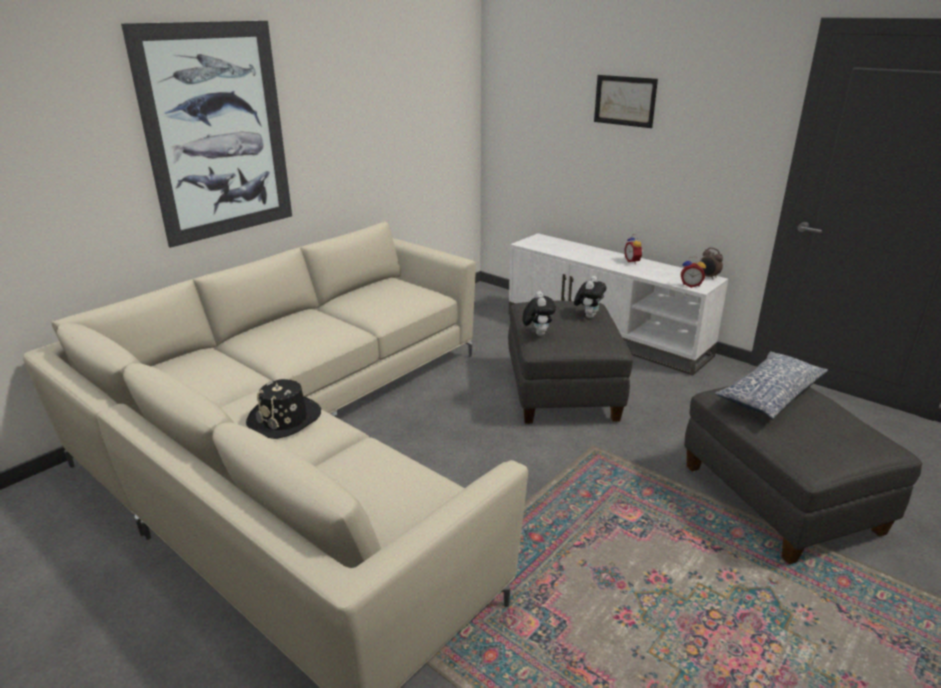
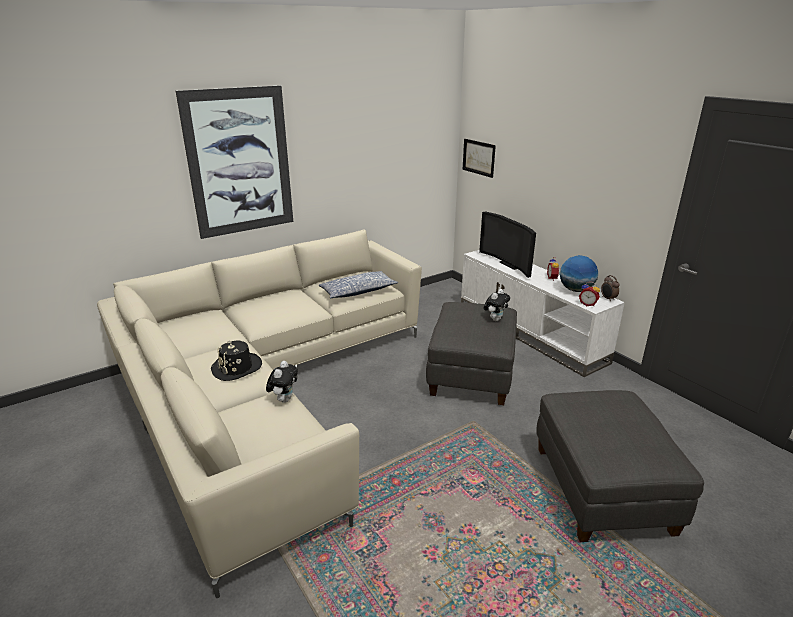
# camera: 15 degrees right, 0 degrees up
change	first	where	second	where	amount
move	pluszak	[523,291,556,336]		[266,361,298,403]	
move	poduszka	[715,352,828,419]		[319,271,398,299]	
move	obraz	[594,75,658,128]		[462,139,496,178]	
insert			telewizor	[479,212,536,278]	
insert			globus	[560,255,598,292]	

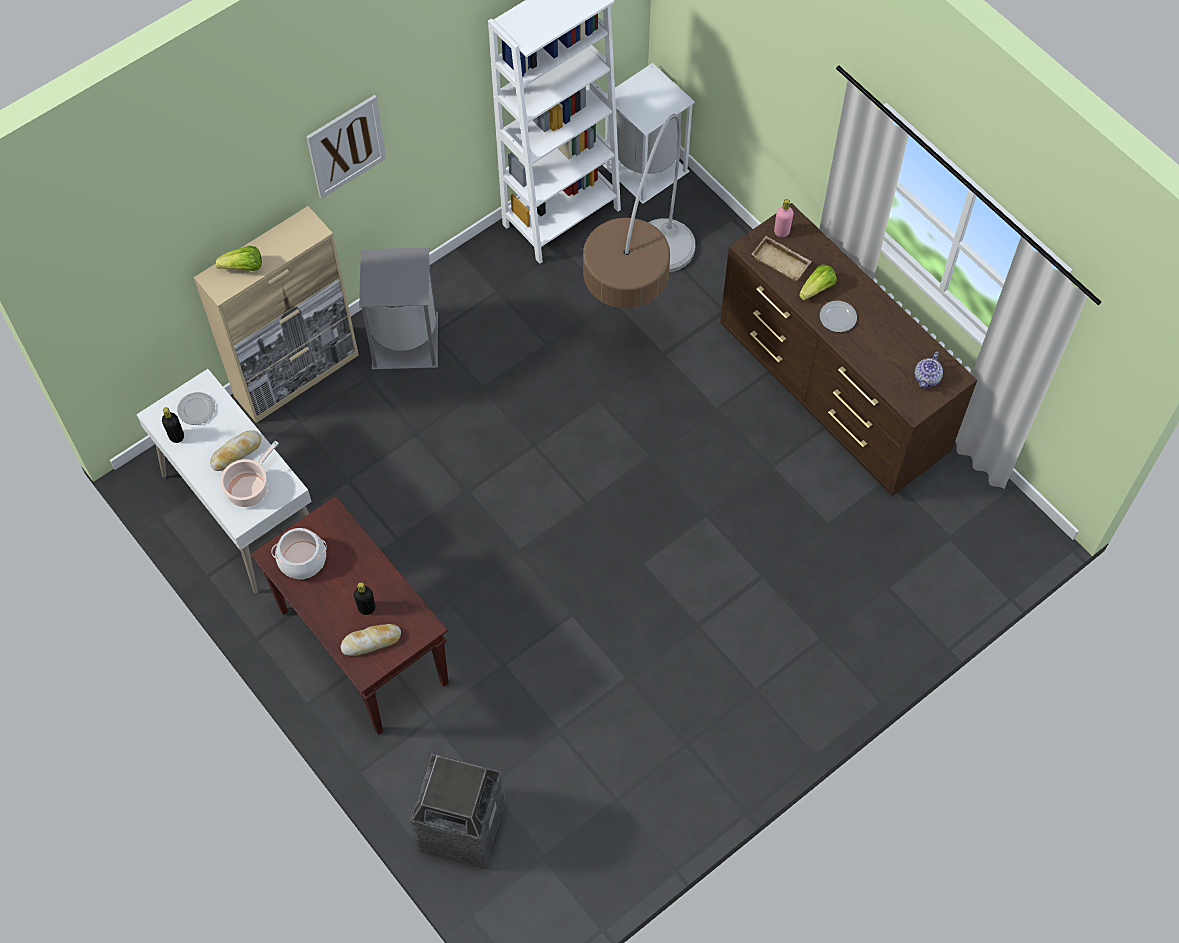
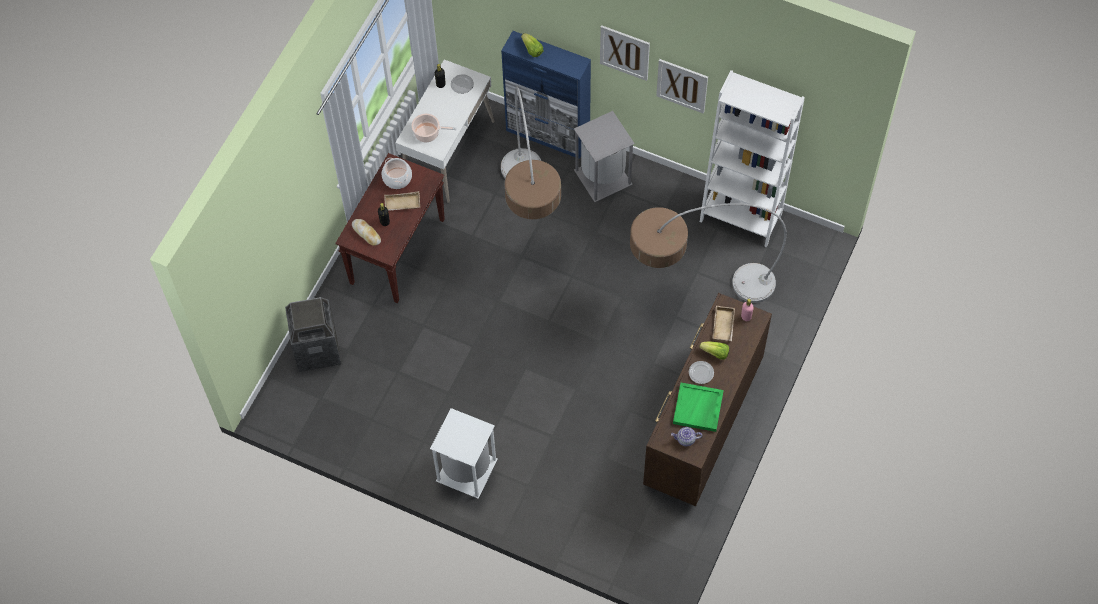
# camera: 65 degrees right, 0 degrees up
change	first	where	second	where	amount
insert			taca (beżowy)	[384,191,420,211]	
move	kosz na śmieci (biały)	[603,63,695,204]		[430,408,498,499]	
recolor	szafka (beżowy)	[194,206,359,423]	szafka (niebieski)	[501,31,591,159]	
insert			lampa stojąca	[501,86,561,219]	
insert			obraz	[656,59,708,114]	
insert			taca (zielony)	[673,383,724,432]	
delete	chleb	[210,430,261,471]			

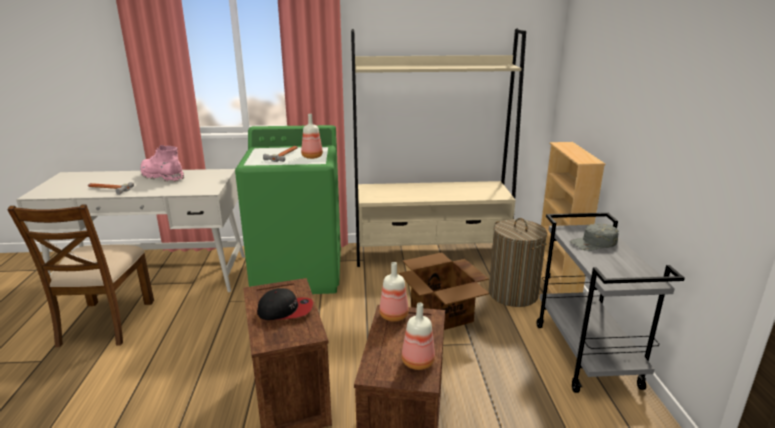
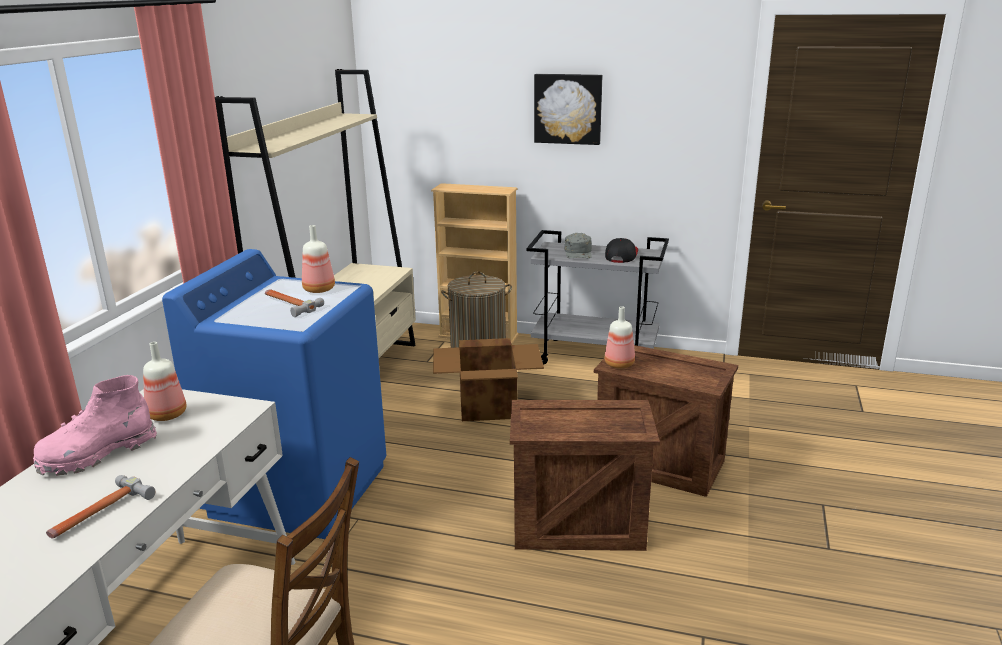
# camera: 70 degrees left, 0 degrees up
change	first	where	second	where	amount
move	butelka	[401,303,435,370]		[143,342,186,421]	
recolor	pralka (zielony)	[235,125,341,294]	pralka (niebieski)	[162,249,386,539]	
insert			obraz	[534,74,602,145]	
move	czapka z daszkiem	[257,288,313,320]		[605,238,638,263]	

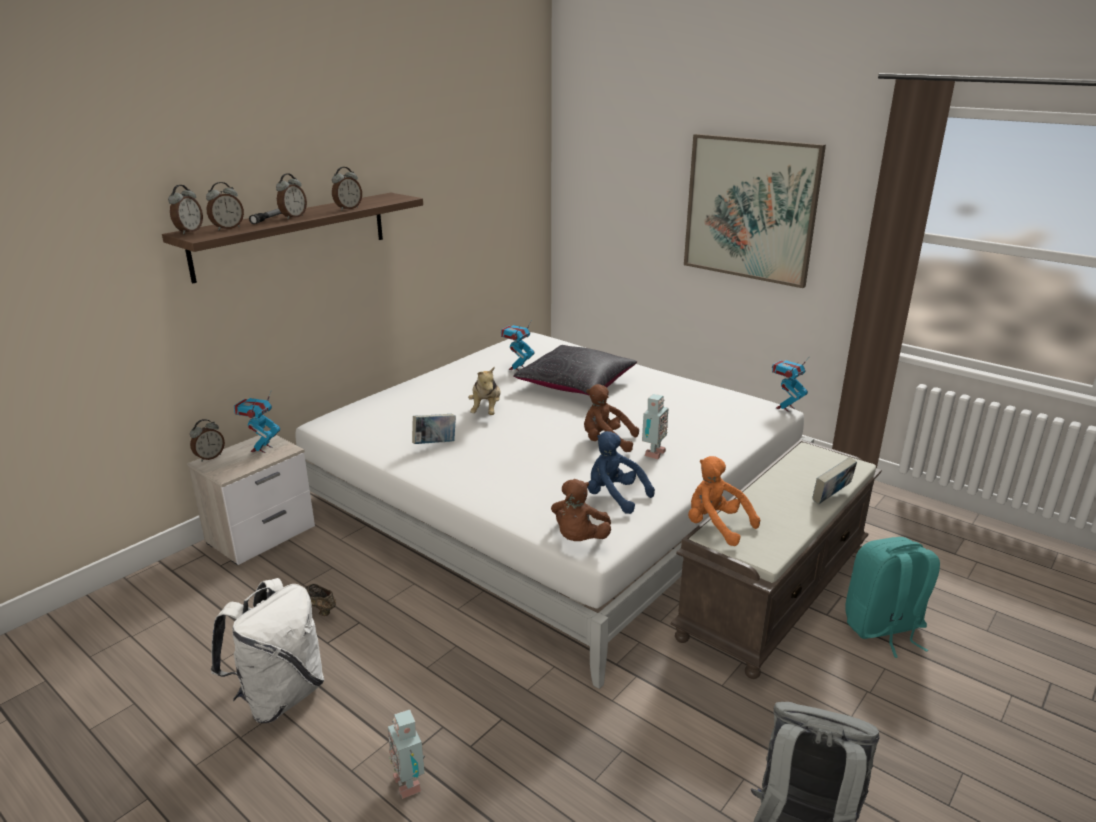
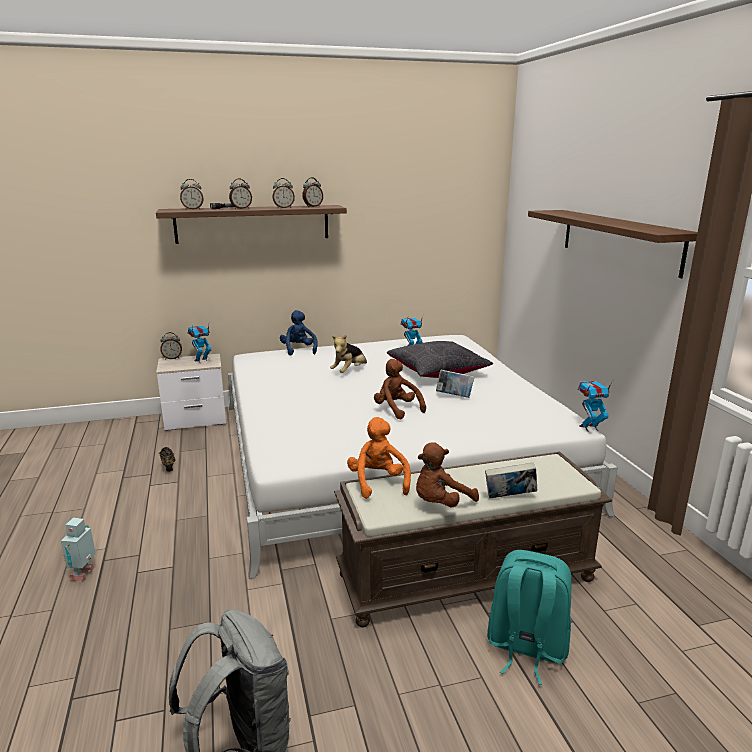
# camera: 35 degrees right, 5 degrees down
change	first	where	second	where	amount
move	pluszak (niebieski)	[587,431,655,514]		[280,310,318,356]	
move	budzik	[168,185,203,234]		[302,178,323,207]	
move	pluszak (brązowy)	[551,479,611,541]		[416,442,479,507]	
move	książka	[412,414,456,444]		[436,370,474,398]	
replace	obraz	[684,134,826,288]	półka	[528,210,698,278]	
delete	plecak (biały)	[211,578,324,723]			
delete	robot zabawkowy	[642,394,668,459]			

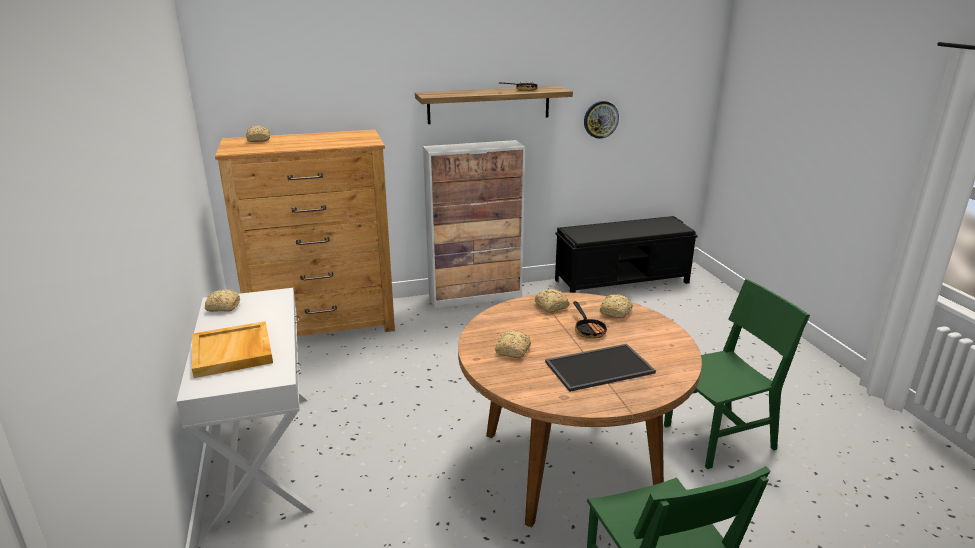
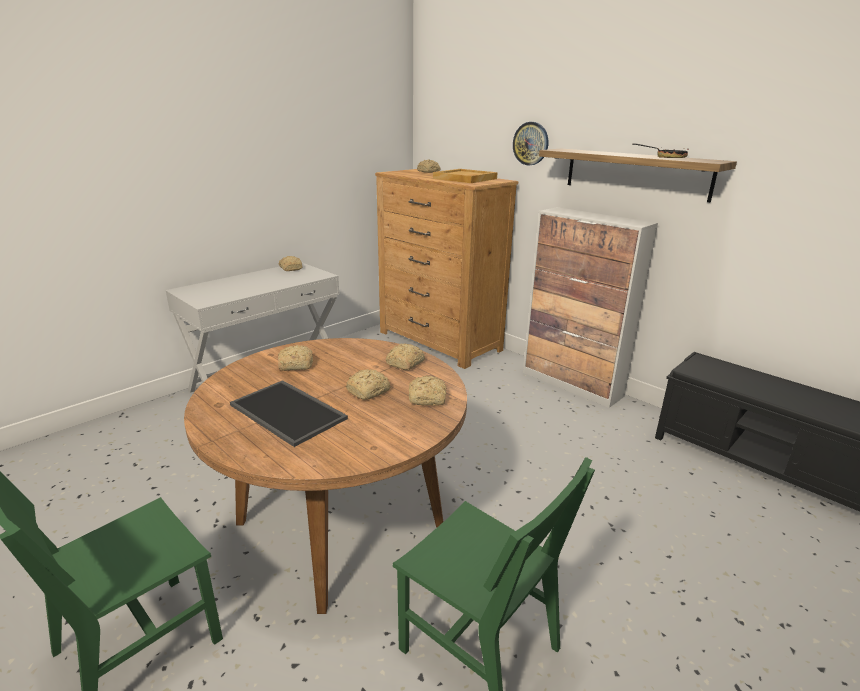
# camera: 60 degrees right, 0 degrees up
change	first	where	second	where	amount
replace	patelnia	[573,301,609,338]	chleb	[346,369,390,400]	
move	taca (beżowy)	[192,321,273,378]		[433,169,497,183]	
move	zegar ścienny	[584,101,619,139]		[513,122,548,166]	

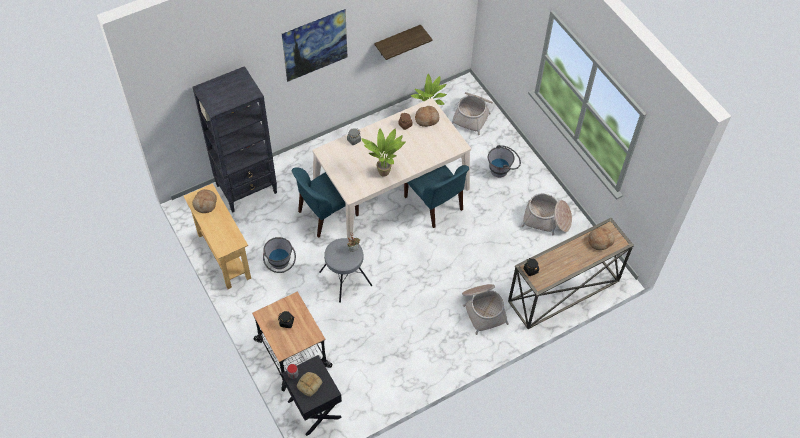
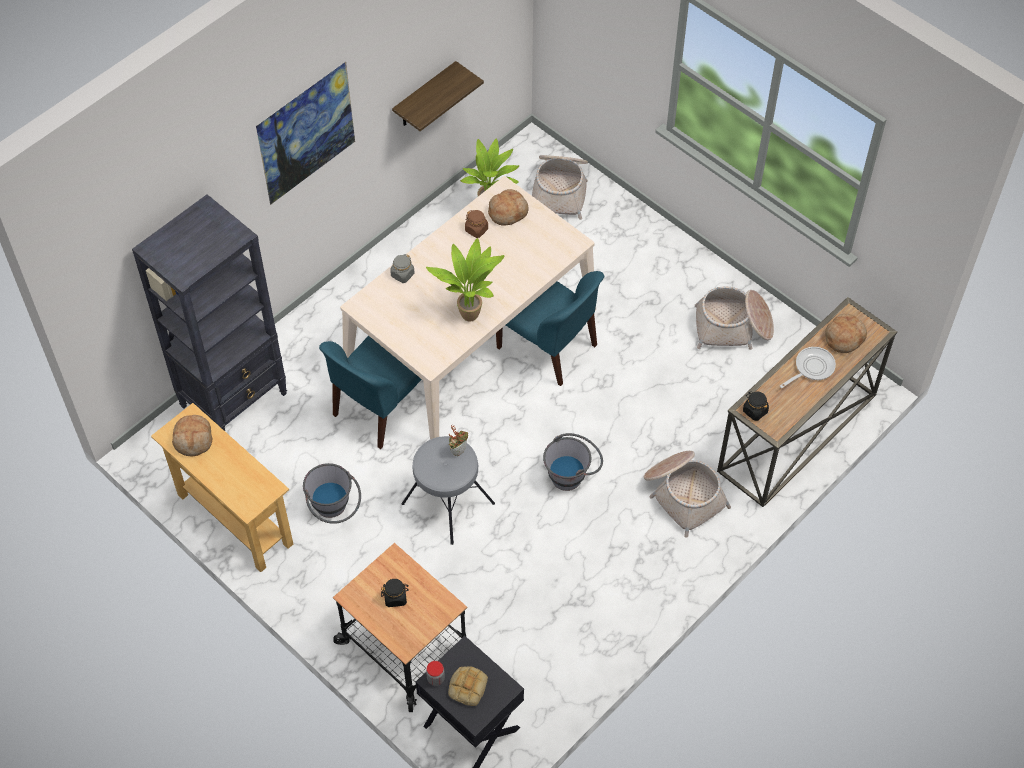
# camera: 15 degrees left, 0 degrees up
change	first	where	second	where	amount
move	wiadro (szary)	[488,145,521,177]		[543,433,603,491]	
insert			patelnia	[780,347,836,388]	

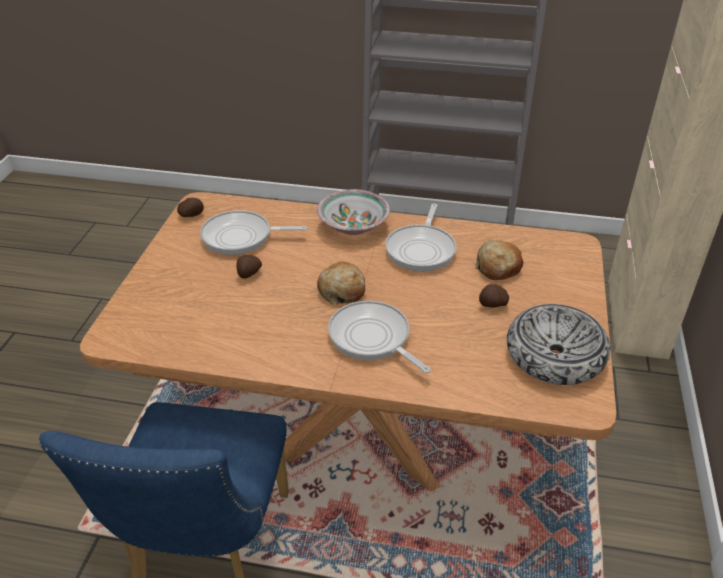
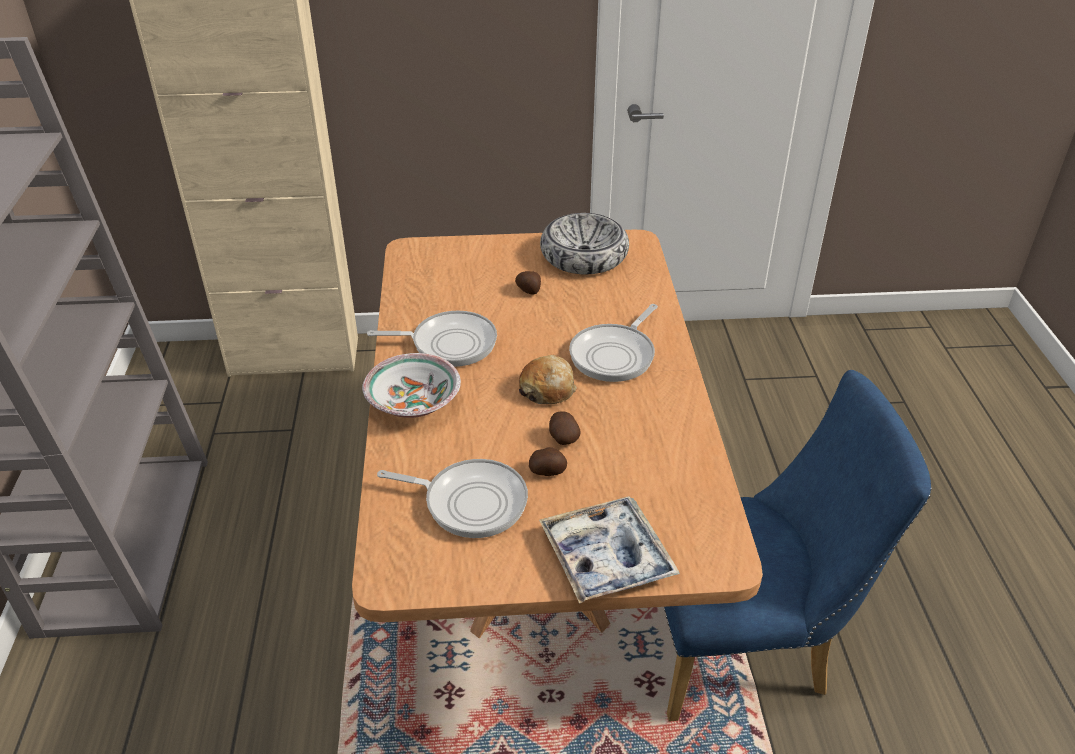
# camera: 105 degrees left, 0 degrees up
change	first	where	second	where	amount
rotate	patelnia	[200,210,308,255]		[377,459,528,538]	60 degrees counterclockwise
insert			taca	[539,496,680,604]	
move	ziemniak	[177,198,204,217]		[549,412,581,445]	
delete	chleb	[475,240,523,280]			

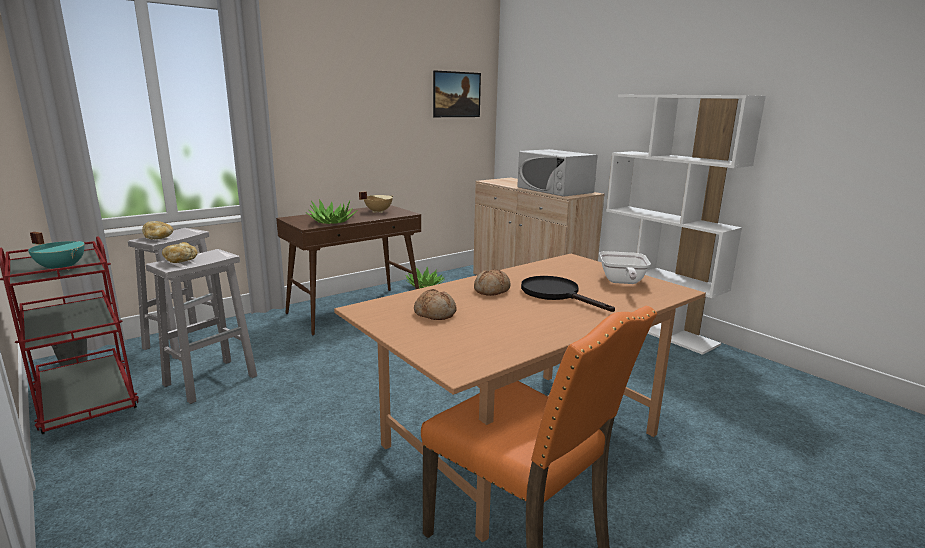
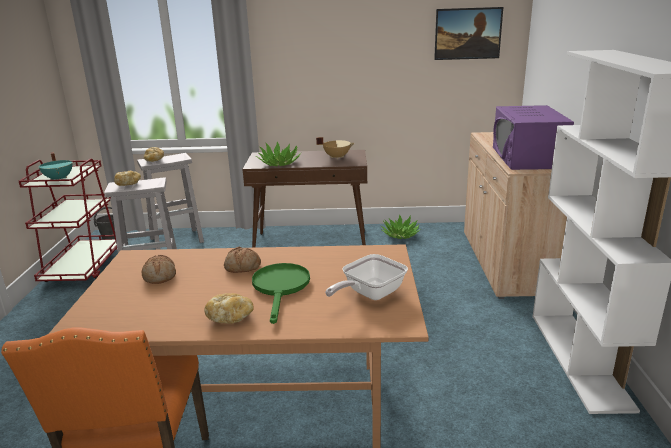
# camera: 40 degrees right, 5 degrees up
change	first	where	second	where	amount
insert			chleb	[204,293,254,324]	
recolor	patelnia (czarny)	[521,276,615,312]	patelnia (zielony)	[252,263,310,324]	
recolor	mikrofalówka (biały)	[517,149,598,197]	mikrofalówka (fioletowy)	[493,105,574,170]	

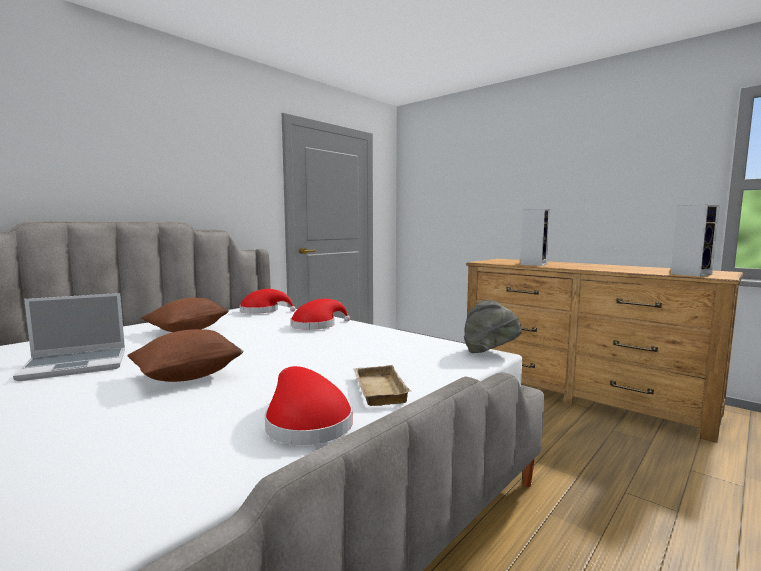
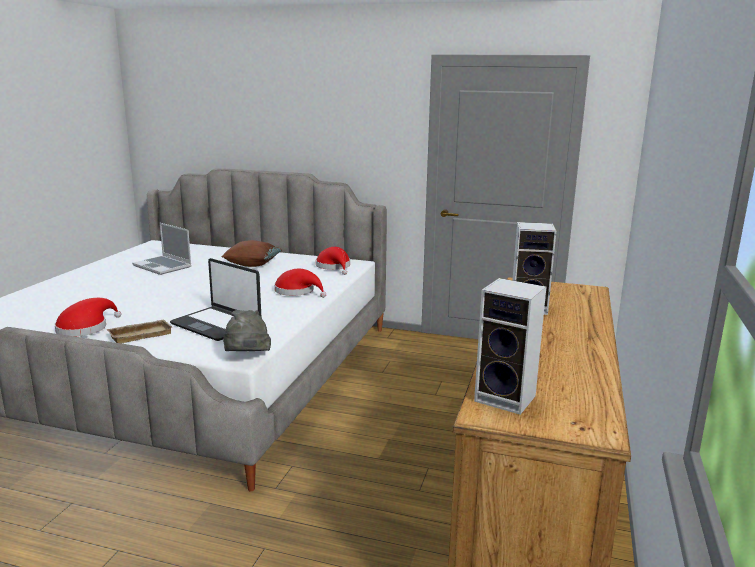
# camera: 65 degrees right, 10 degrees up
change	first	where	second	where	amount
insert			laptop	[170,258,261,341]	
delete	poduszka (brązowy)	[127,329,244,382]			

